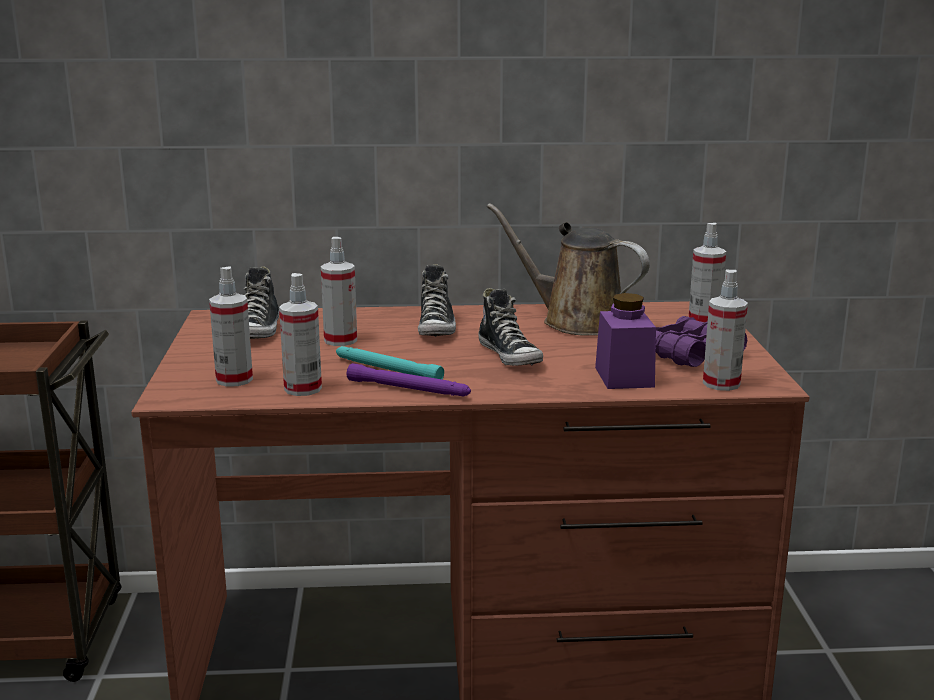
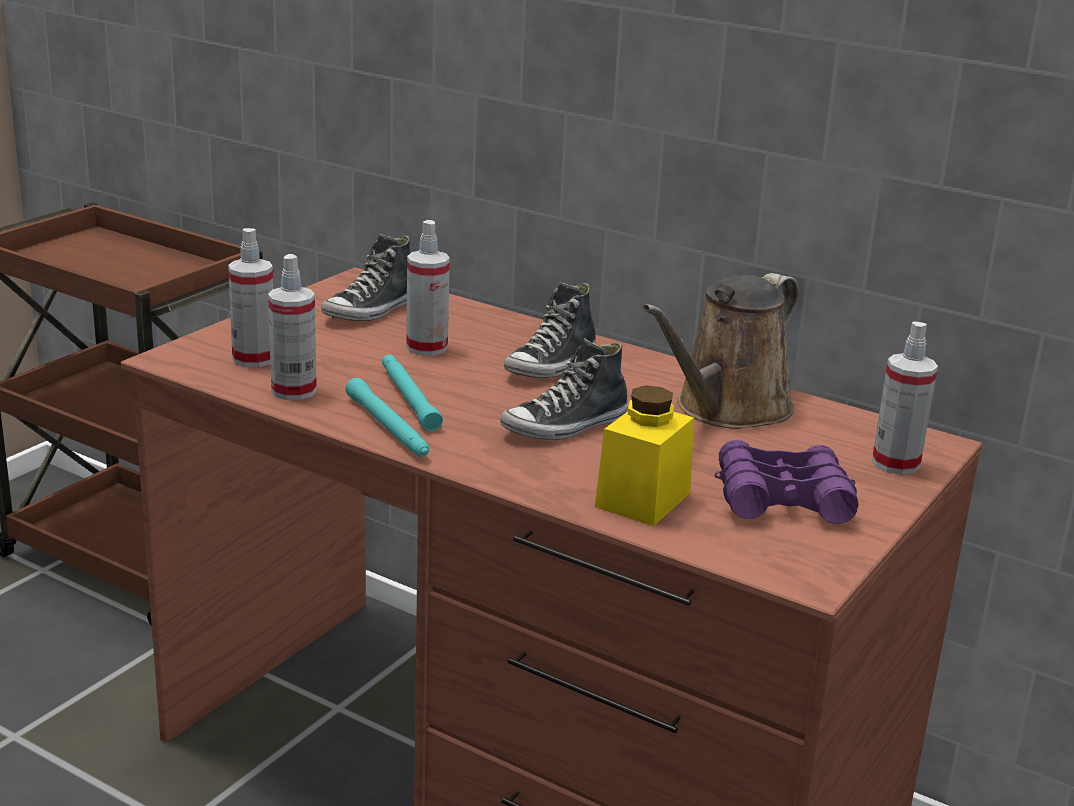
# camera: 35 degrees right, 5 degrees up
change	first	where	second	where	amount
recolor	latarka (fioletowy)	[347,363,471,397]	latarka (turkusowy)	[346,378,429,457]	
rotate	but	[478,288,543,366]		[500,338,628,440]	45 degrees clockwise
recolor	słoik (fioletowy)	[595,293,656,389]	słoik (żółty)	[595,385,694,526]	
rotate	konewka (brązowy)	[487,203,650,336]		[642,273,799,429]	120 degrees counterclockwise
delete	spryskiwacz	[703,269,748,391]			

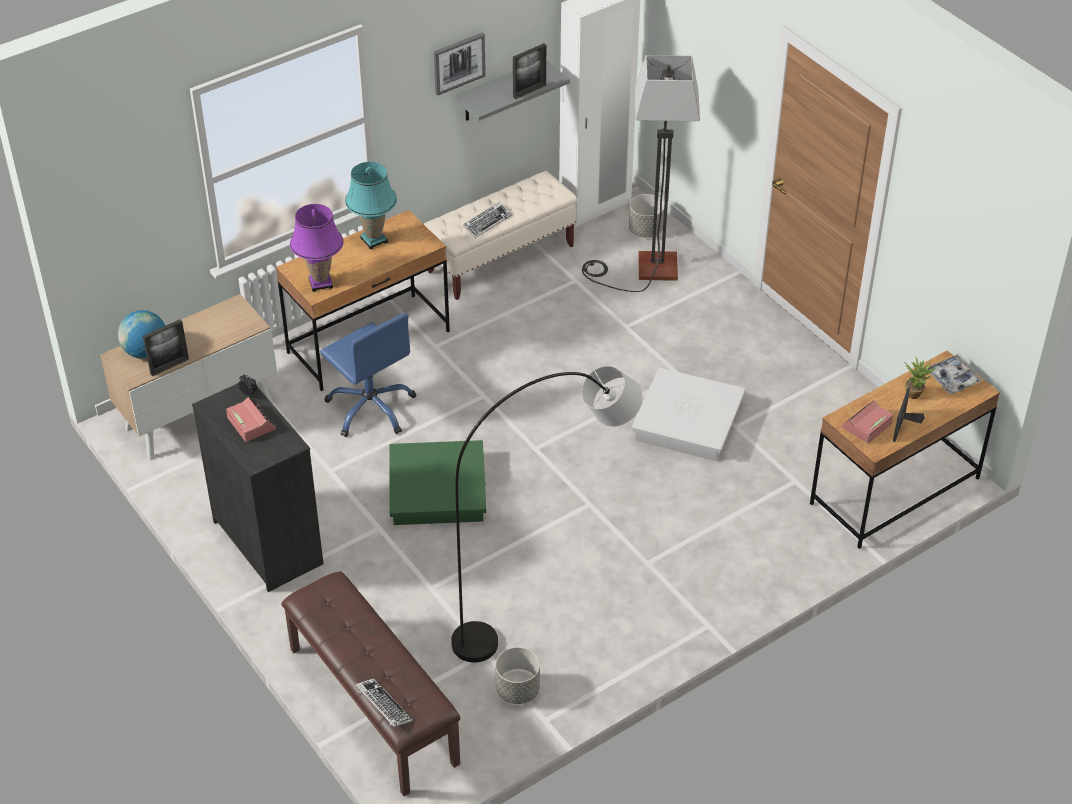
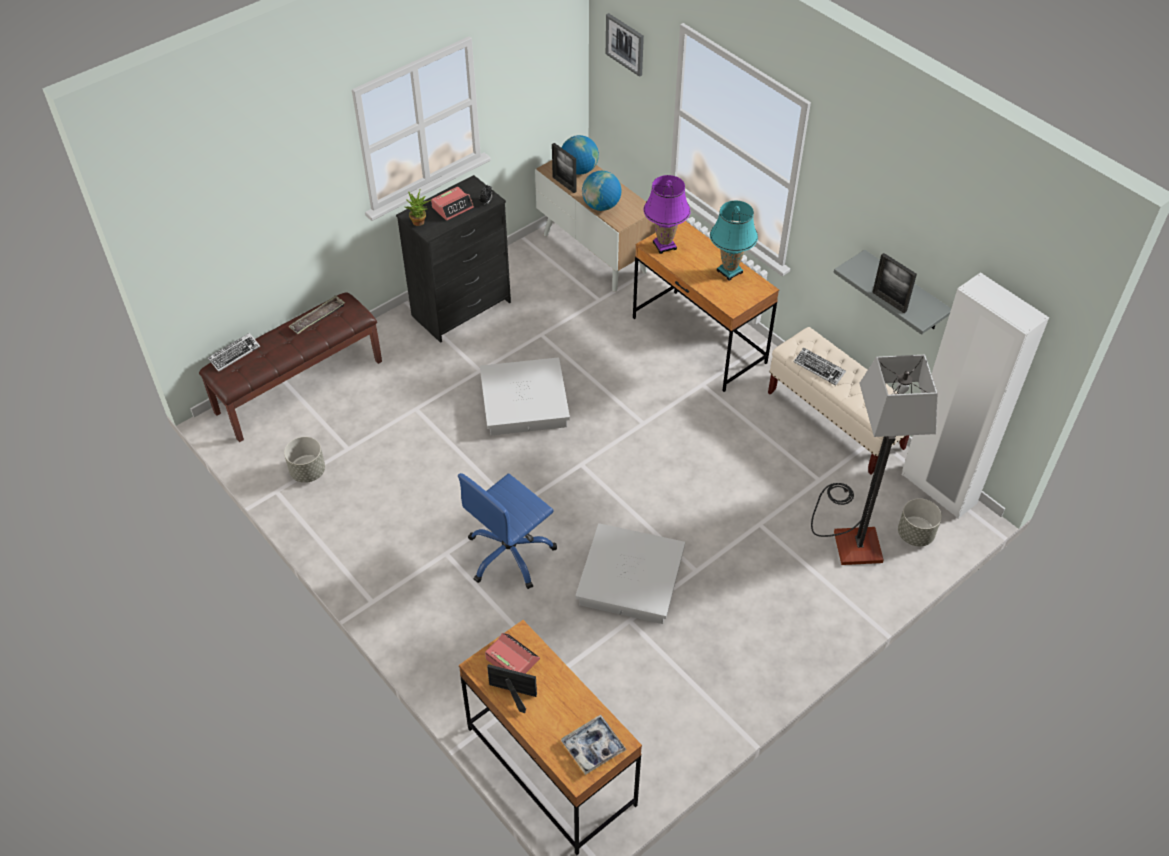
# camera: 85 degrees right, 5 degrees up
change	first	where	second	where	amount
insert			taca	[288,295,345,334]	
move	roślina doniczkowa	[904,357,936,399]		[405,190,432,226]	
move	krzesło biurowe (niebieski)	[320,313,416,437]		[458,473,557,589]	
recolor	pojemnik do przechowywania (zielony)	[389,440,486,525]	pojemnik do przechowywania (biały)	[480,357,570,435]	
insert			globus	[582,171,621,211]	
move	obraz	[434,32,486,96]		[606,13,644,77]	
delete	lampa stojąca (szary)	[451,366,643,663]			

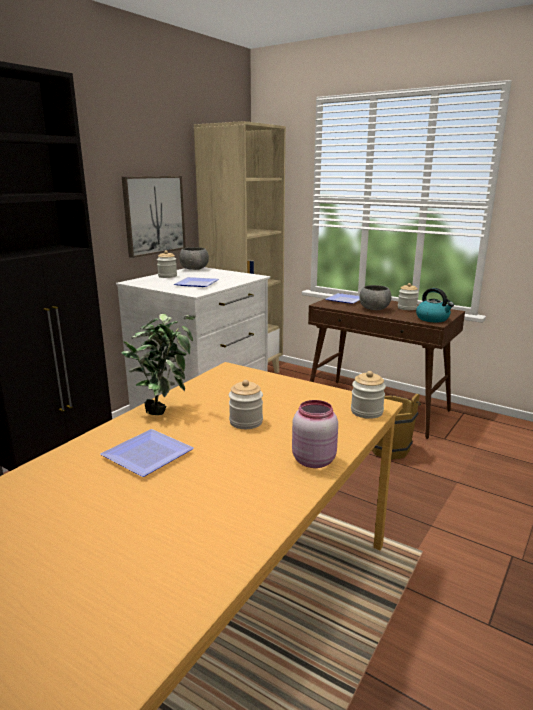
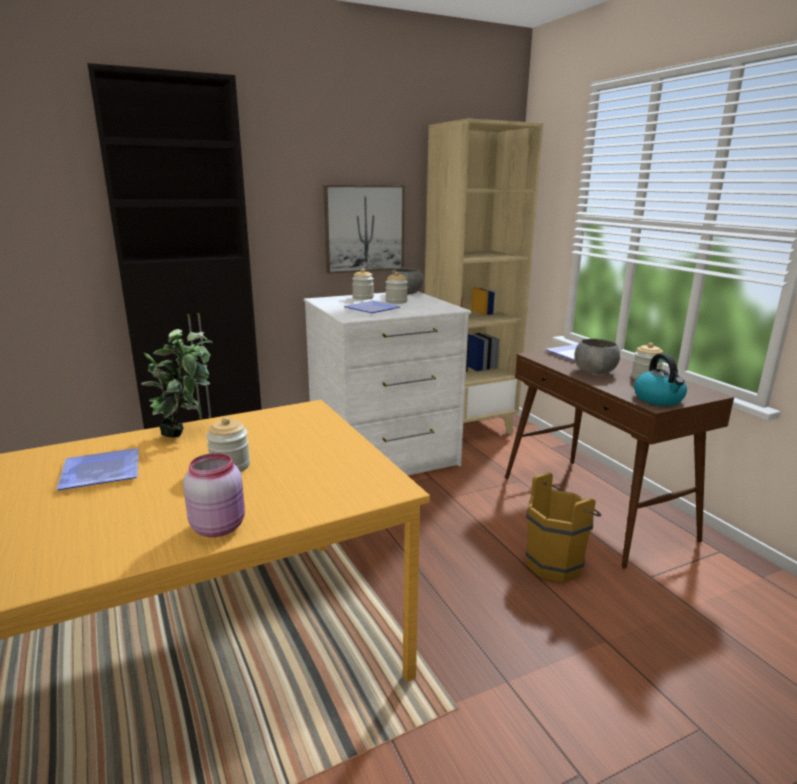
# camera: 30 degrees right, 0 degrees up
change	first	where	second	where	amount
move	słoik	[351,371,386,419]		[386,272,408,304]	

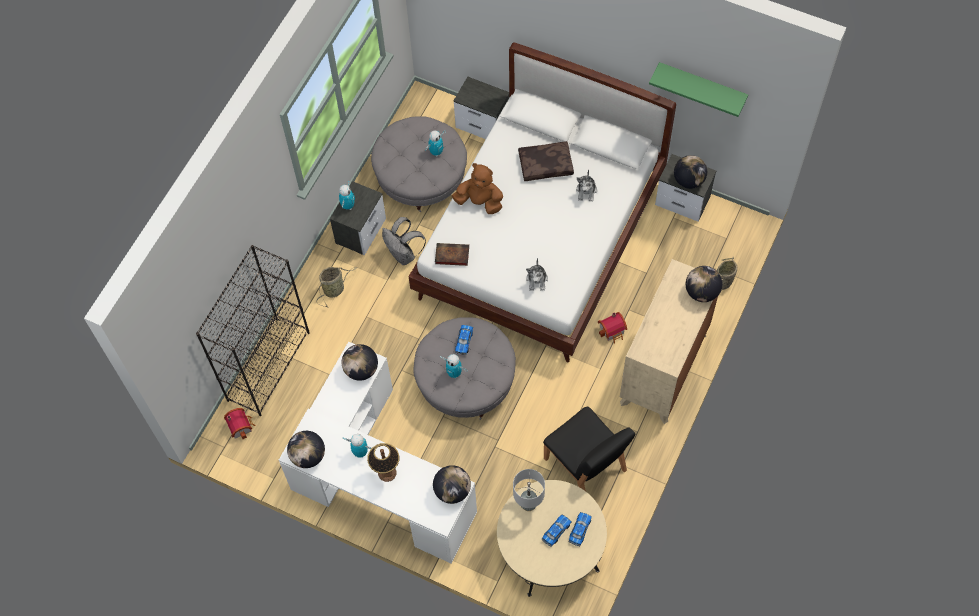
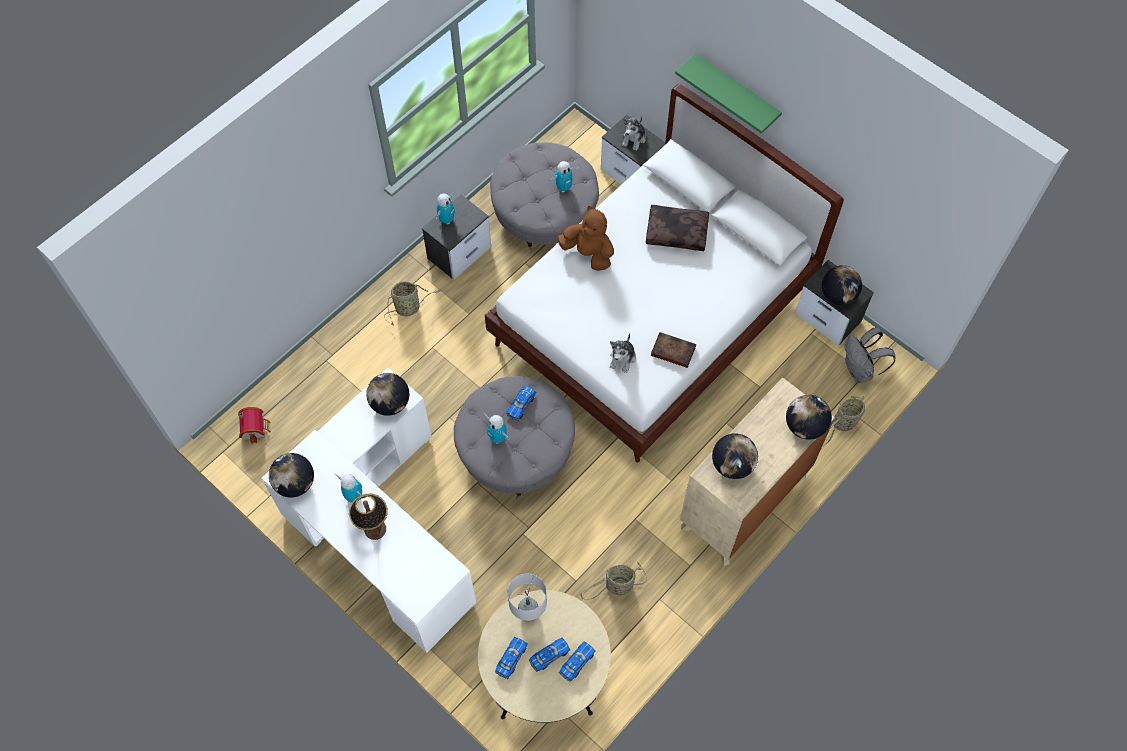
# camera: 15 degrees right, 0 degrees up
change	first	where	second	where	amount
insert			samochodzik	[495,637,527,679]	
replace	krzesło (czarny)	[543,407,635,491]	koszyk	[580,562,647,600]	
move	pluszak	[576,170,597,202]		[622,116,646,151]	
move	książka	[435,243,469,266]		[651,332,696,368]	
move	półka (zielony)	[649,62,748,117]		[675,53,782,134]	
move	globus	[433,465,471,504]		[712,433,758,479]	
move	plecak (szary)	[382,217,426,265]		[844,328,896,383]	
delete	regał (czarny)	[196,245,310,416]			
delete	domek	[598,312,627,344]			

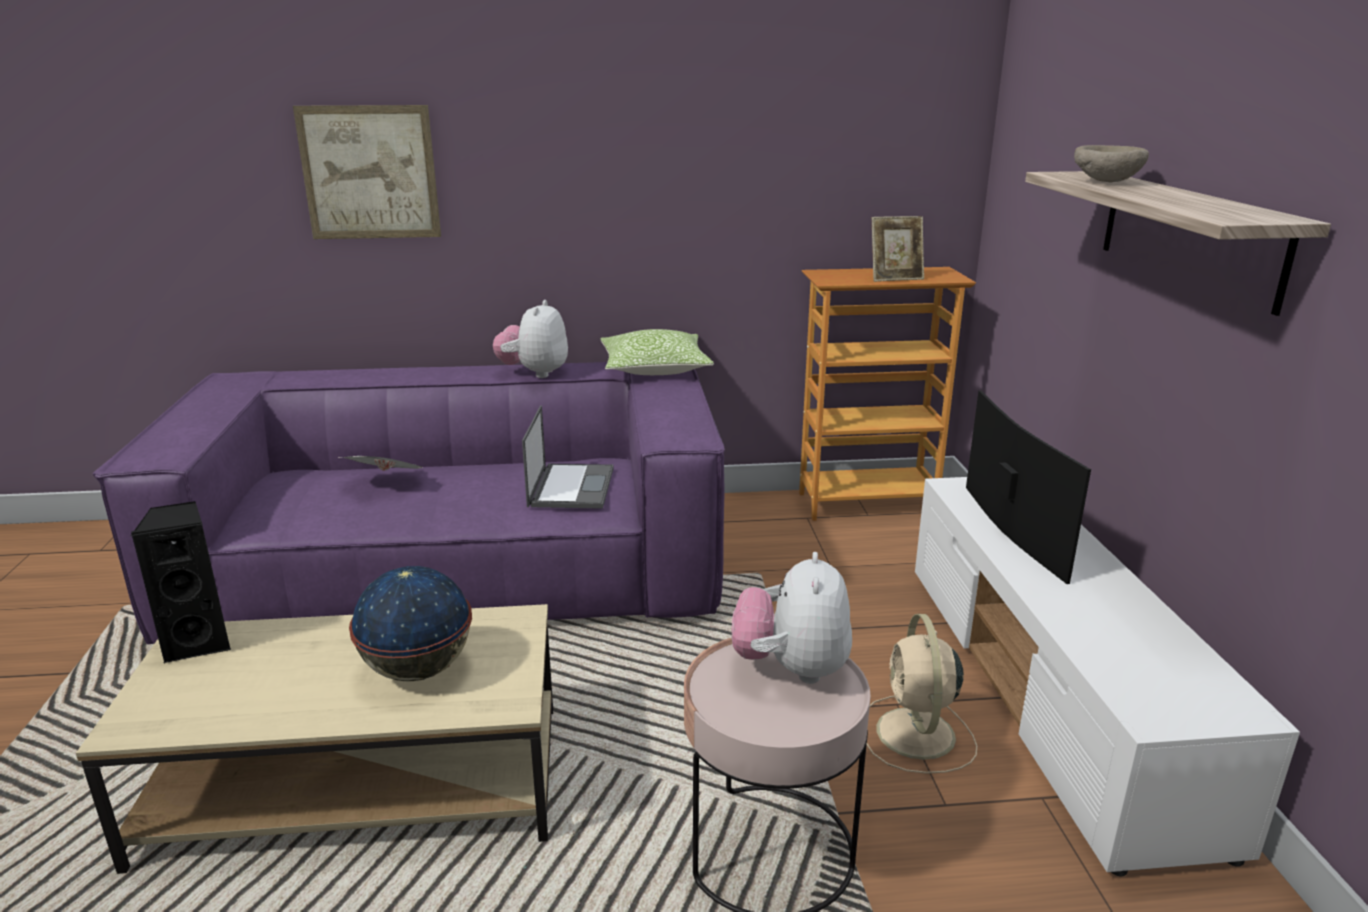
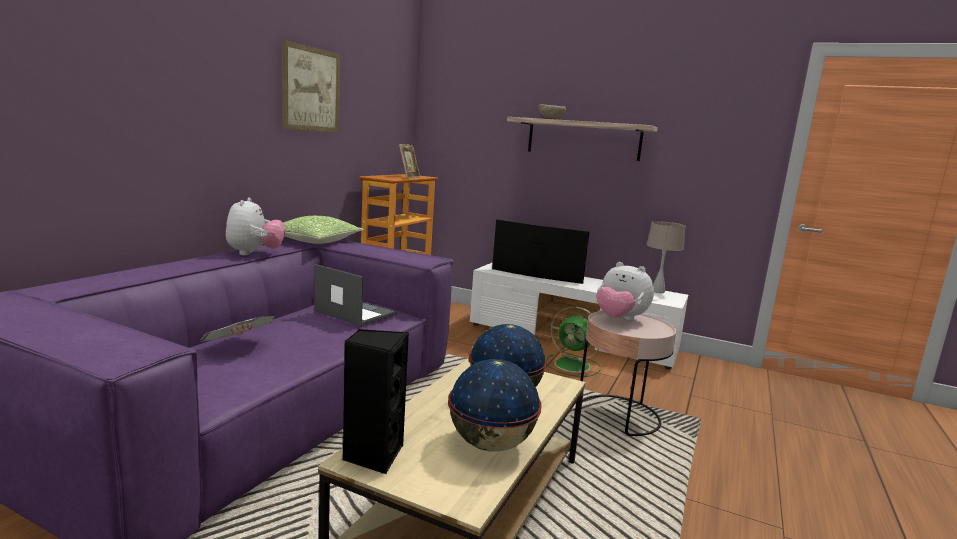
# camera: 60 degrees left, 10 degrees down
change	first	where	second	where	amount
rotate	pluszak	[493,300,568,378]		[226,198,285,255]	135 degrees counterclockwise
move	obraz	[293,105,441,239]		[282,40,340,133]	
insert			globus	[448,359,542,452]	
recolor	wentylator (beżowy)	[867,614,977,774]	wentylator (zielony)	[546,307,601,377]	
insert			lampa stołowa (beżowy)	[647,221,686,293]	

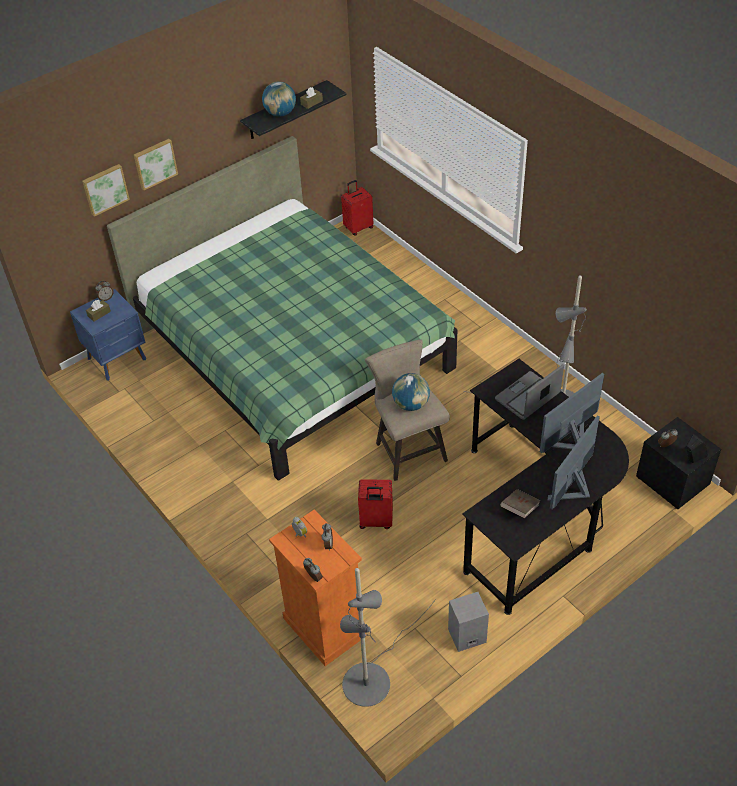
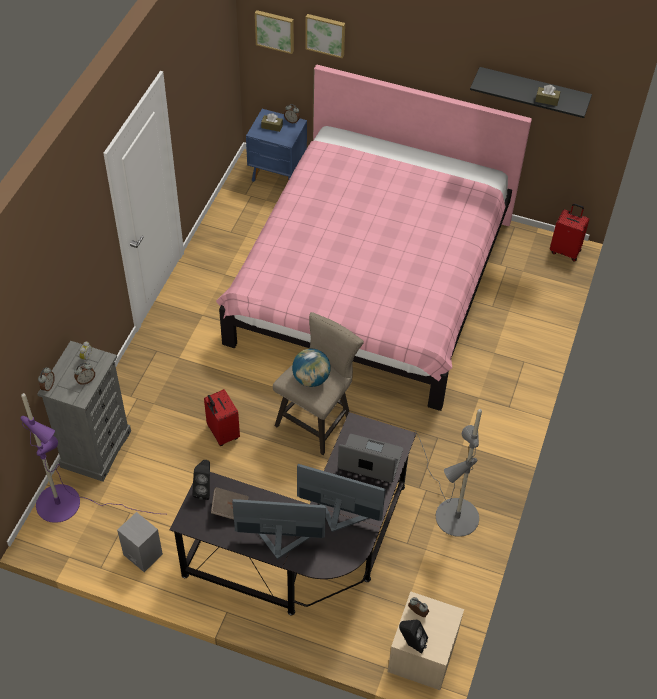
# camera: 55 degrees right, 5 degrees up
change	first	where	second	where	amount
recolor	lampa stojąca (szary)	[340,568,436,707]	lampa stojąca (fioletowy)	[20,393,159,523]	
recolor	komoda (pomarańczowy)	[269,510,366,666]	komoda (szary)	[37,341,131,482]	
insert			głośnik (czarny)	[192,460,210,500]	
recolor	łóżko (zielony)	[107,136,458,481]	łóżko (różowy)	[216,65,532,411]	
move	obraz	[134,139,178,190]		[255,10,294,54]	
recolor	szafka nocna (czarny)	[636,417,721,509]	szafka nocna (beżowy)	[388,591,464,690]	
delete	globus	[262,81,296,116]			

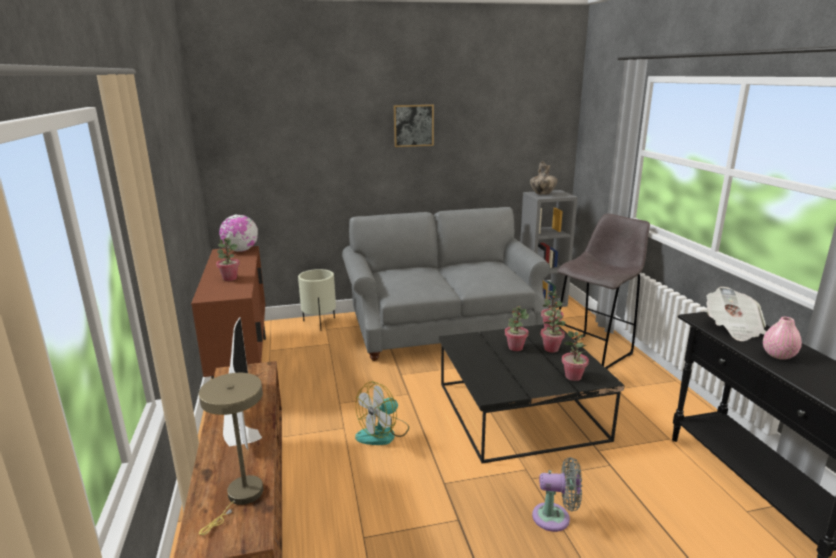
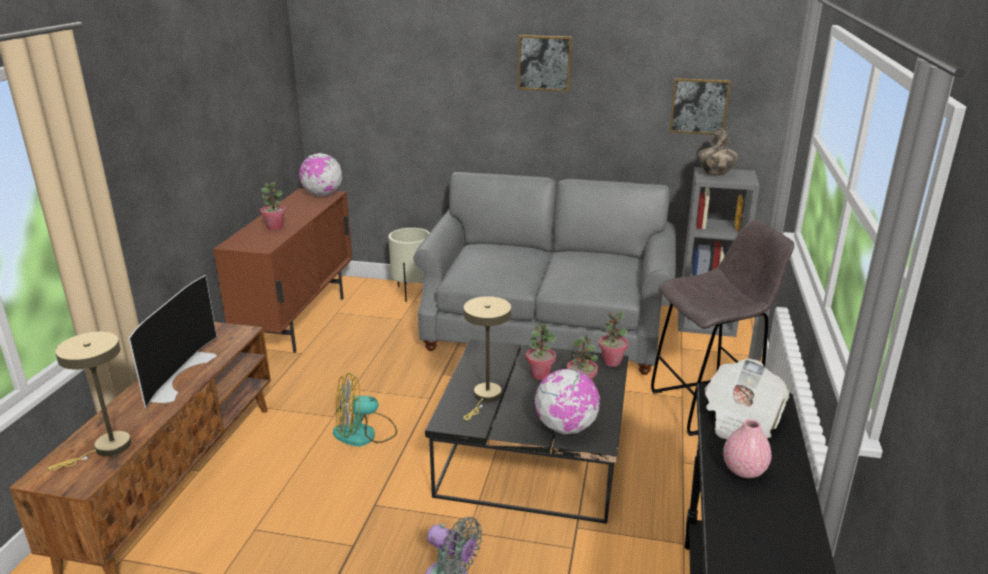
# camera: 25 degrees right, 5 degrees up
change	first	where	second	where	amount
insert			lampa stołowa (beżowy)	[463,296,511,420]	
replace	roślina doniczkowa	[562,331,589,381]	globus	[535,369,600,435]	
insert			obraz	[670,78,731,135]	

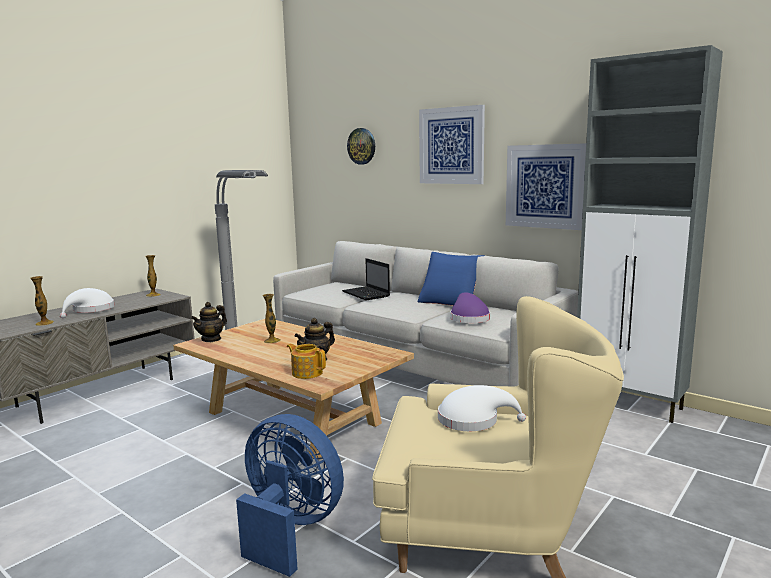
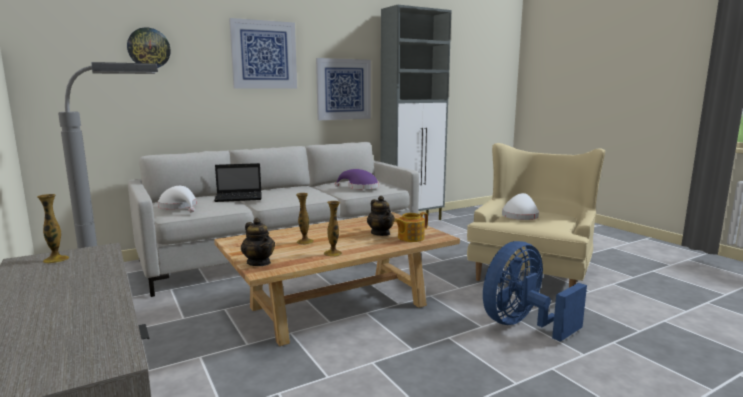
# camera: 70 degrees left, 0 degrees up
change	first	where	second	where	amount
move	kapelusz (biały)	[60,288,115,318]		[158,186,197,212]	
move	wazon	[30,276,54,326]		[324,201,342,257]	
delete	poduszka (niebieski)	[418,252,484,306]			

